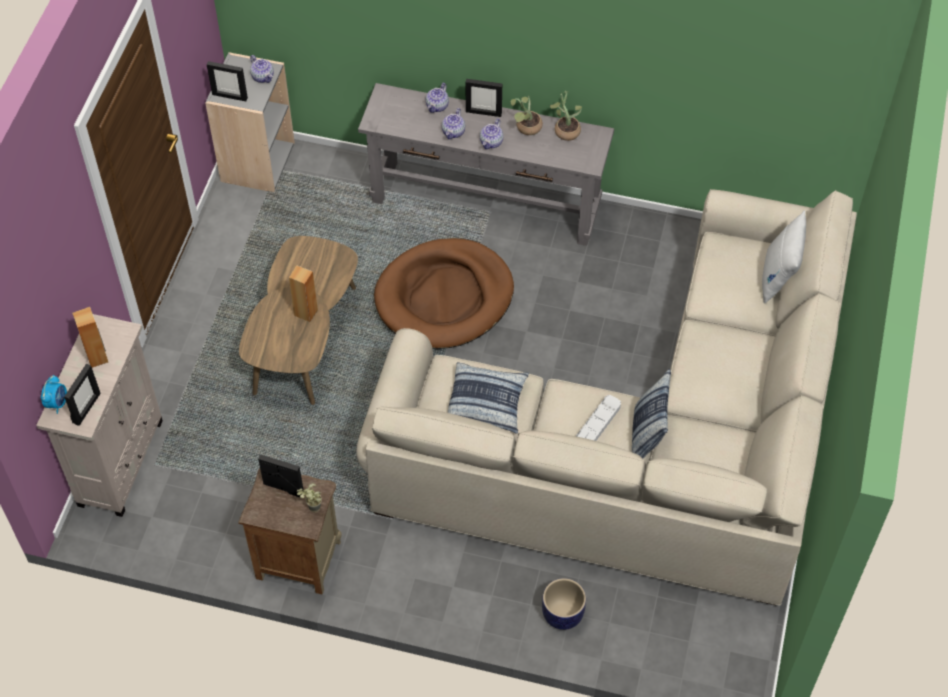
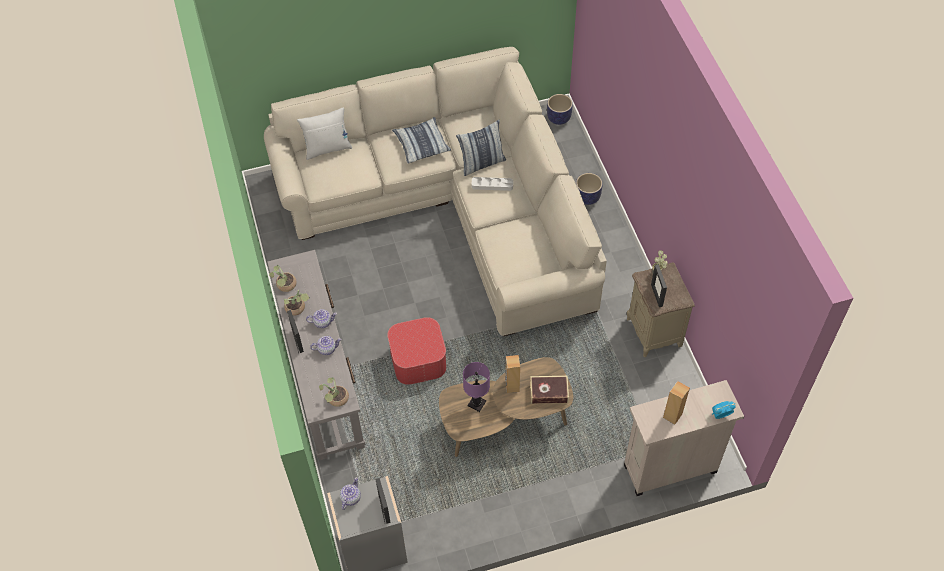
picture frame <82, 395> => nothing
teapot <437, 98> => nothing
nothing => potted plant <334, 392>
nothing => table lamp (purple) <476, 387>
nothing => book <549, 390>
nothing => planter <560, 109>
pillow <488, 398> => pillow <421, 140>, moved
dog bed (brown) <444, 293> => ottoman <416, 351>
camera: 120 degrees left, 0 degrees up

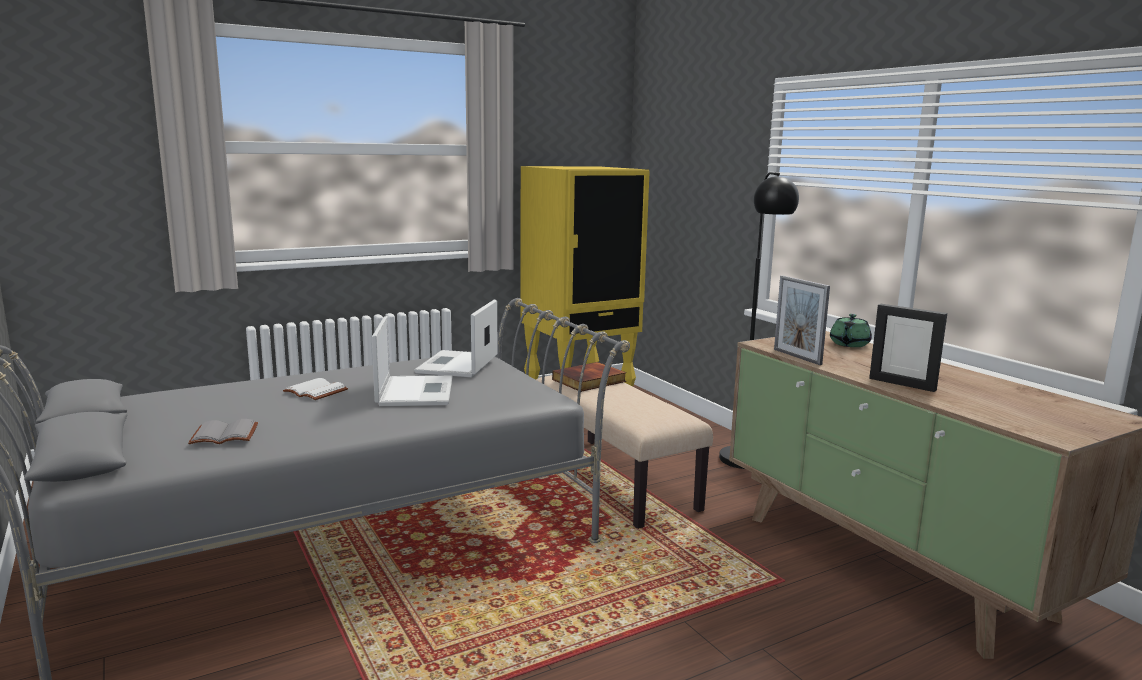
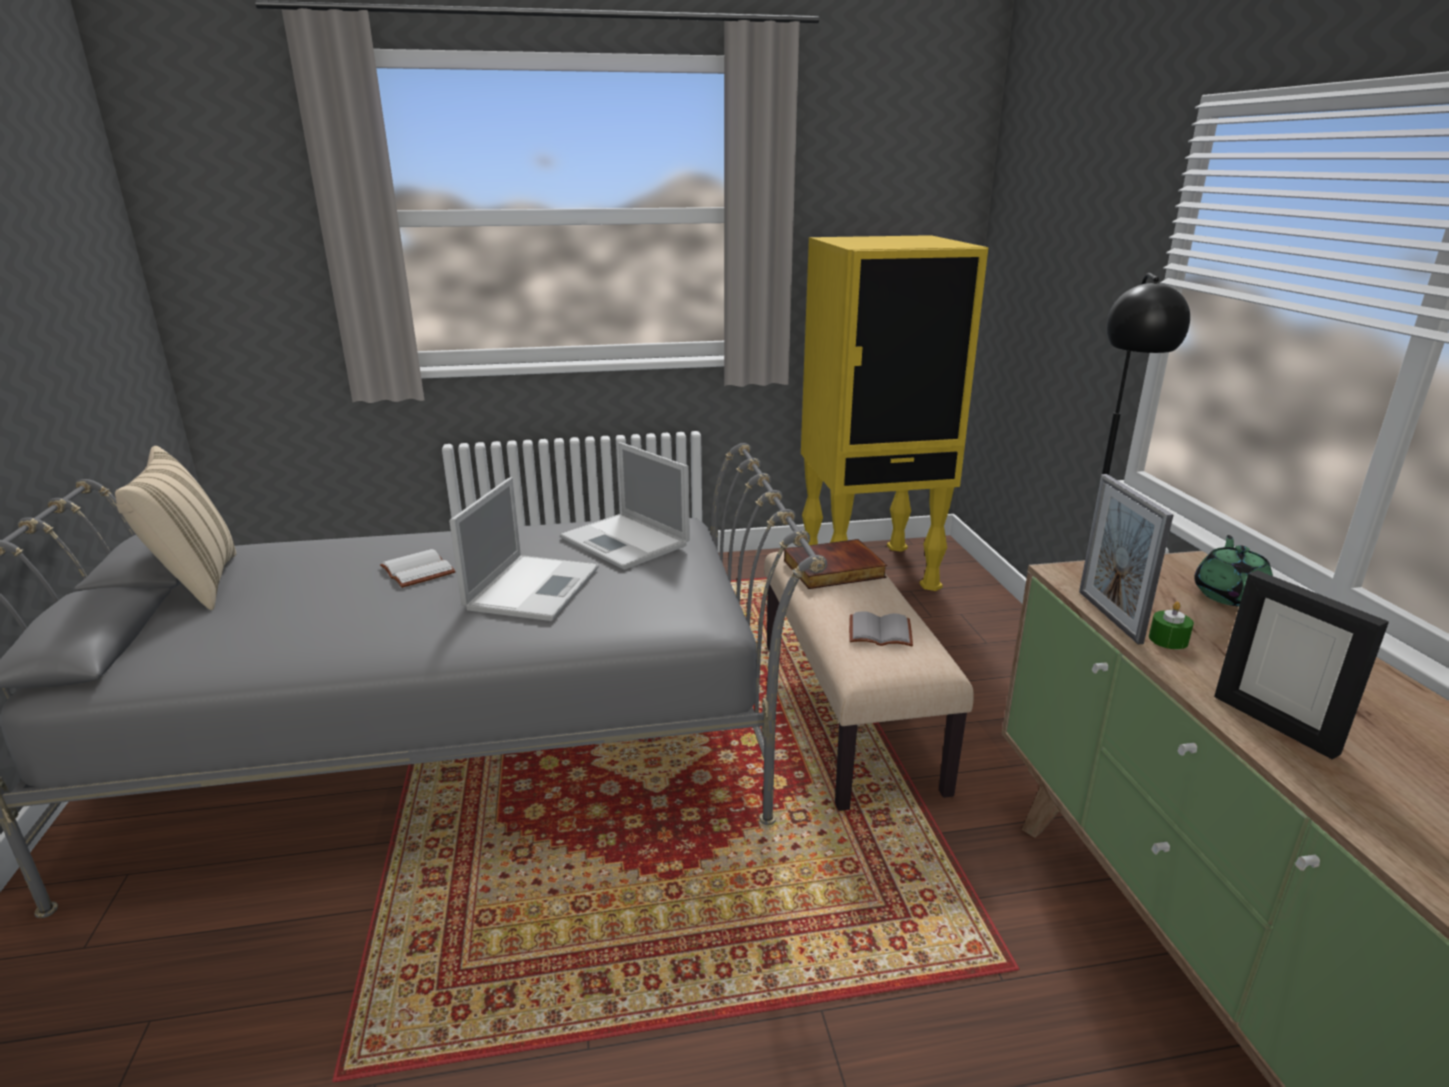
nothing => pillow (beige) <176, 528>
nothing => candle (green) <1171, 625>
book (grey) <223, 431> => book (grey) <881, 628>, moved
laptop <456, 338> => laptop <625, 506>, 75 degrees counterclockwise
teapot (green) <851, 330> => teapot (green) <1233, 571>, 150 degrees clockwise
camera: 20 degrees right, 10 degrees up

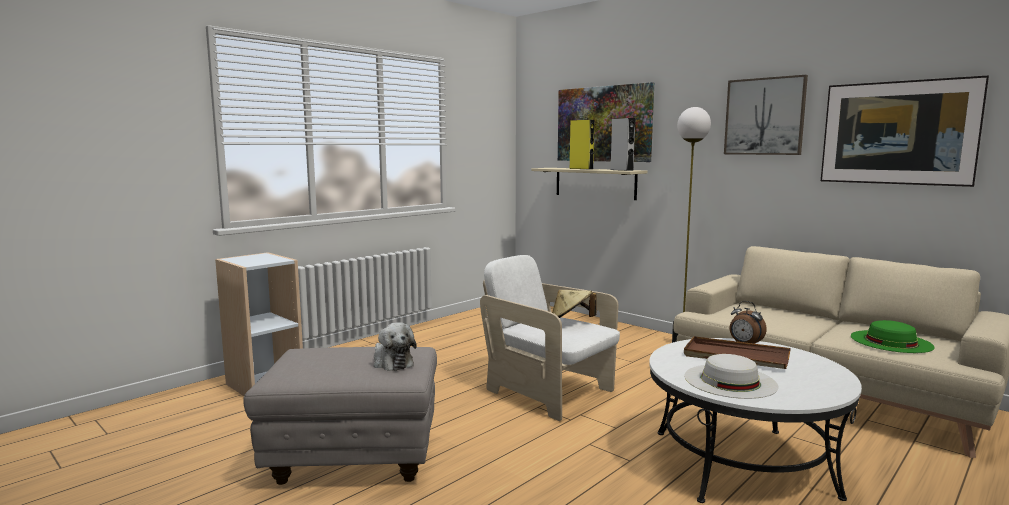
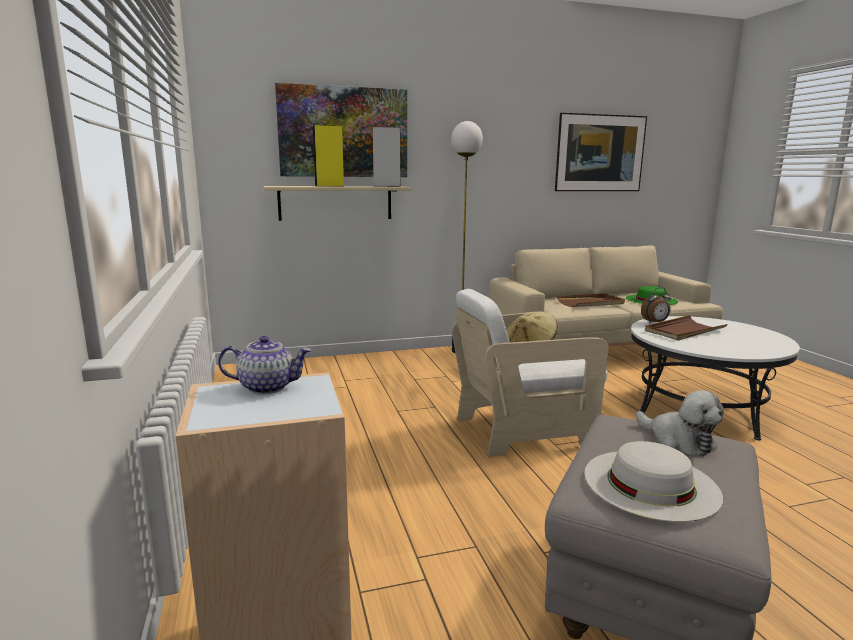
picture <766, 115> => nothing
nothing => teapot <264, 365>
nothing => tray (brown) <591, 300>
hat (white) <731, 376> => hat (white) <653, 481>, moved
plush toy <395, 346> => plush toy <680, 423>, 60 degrees clockwise
camera: 60 degrees left, 5 degrees up

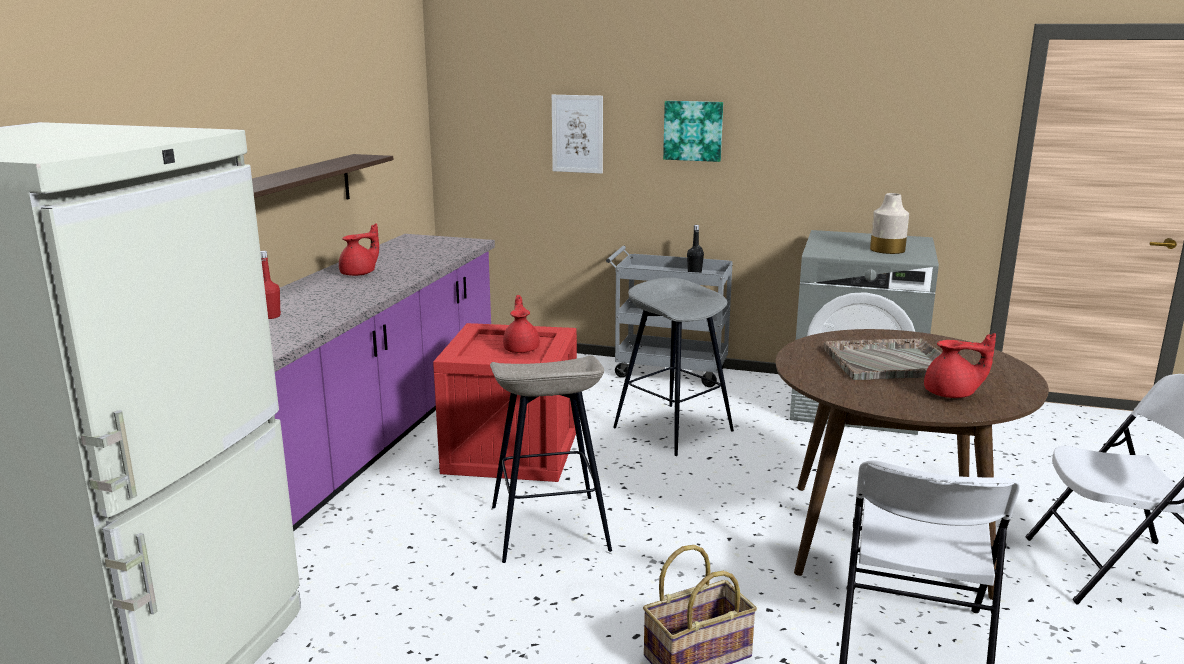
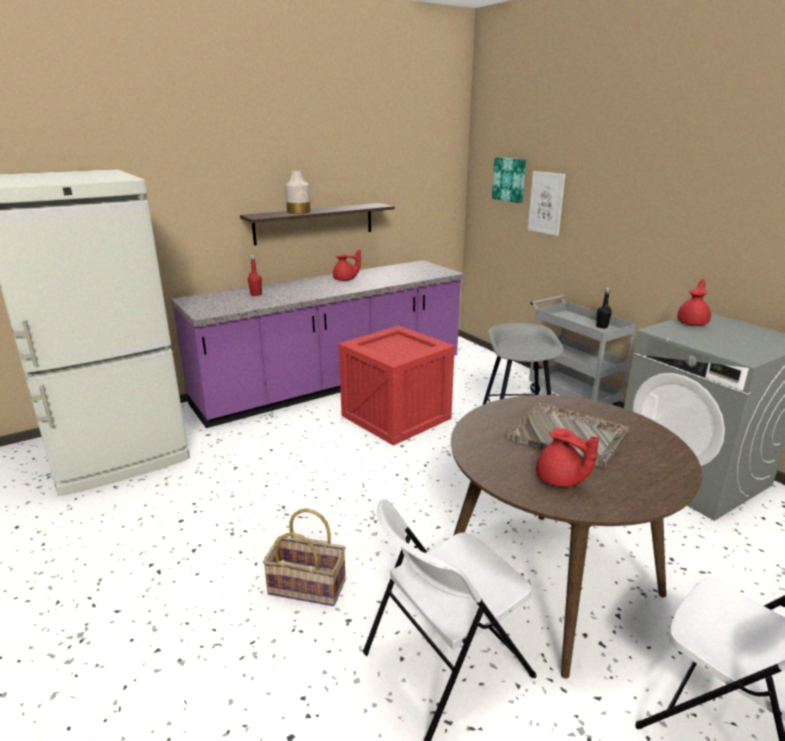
stool (grey) <551, 459> => nothing
teapot (red) <521, 324> => teapot (red) <694, 302>, moved
picture <693, 131> => picture <509, 180>, moved
vase (beige) <889, 223> => vase (beige) <298, 192>, moved
camera: 40 degrees right, 5 degrees up

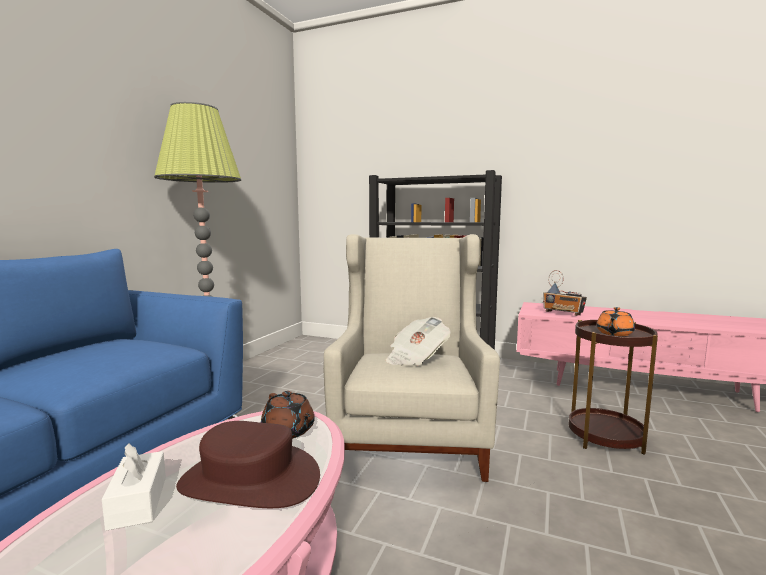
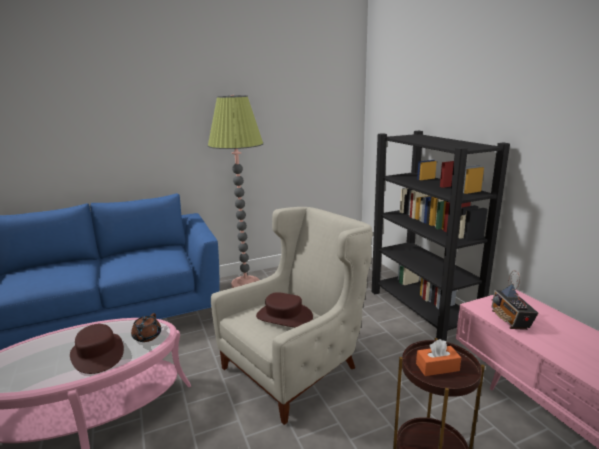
tissue box (white) <134, 487> => nothing
newspaper <418, 341> => hat (brown) <284, 309>
teapot (orange) <615, 321> => tissue box (orange) <438, 357>
camera: 45 degrees right, 10 degrees up

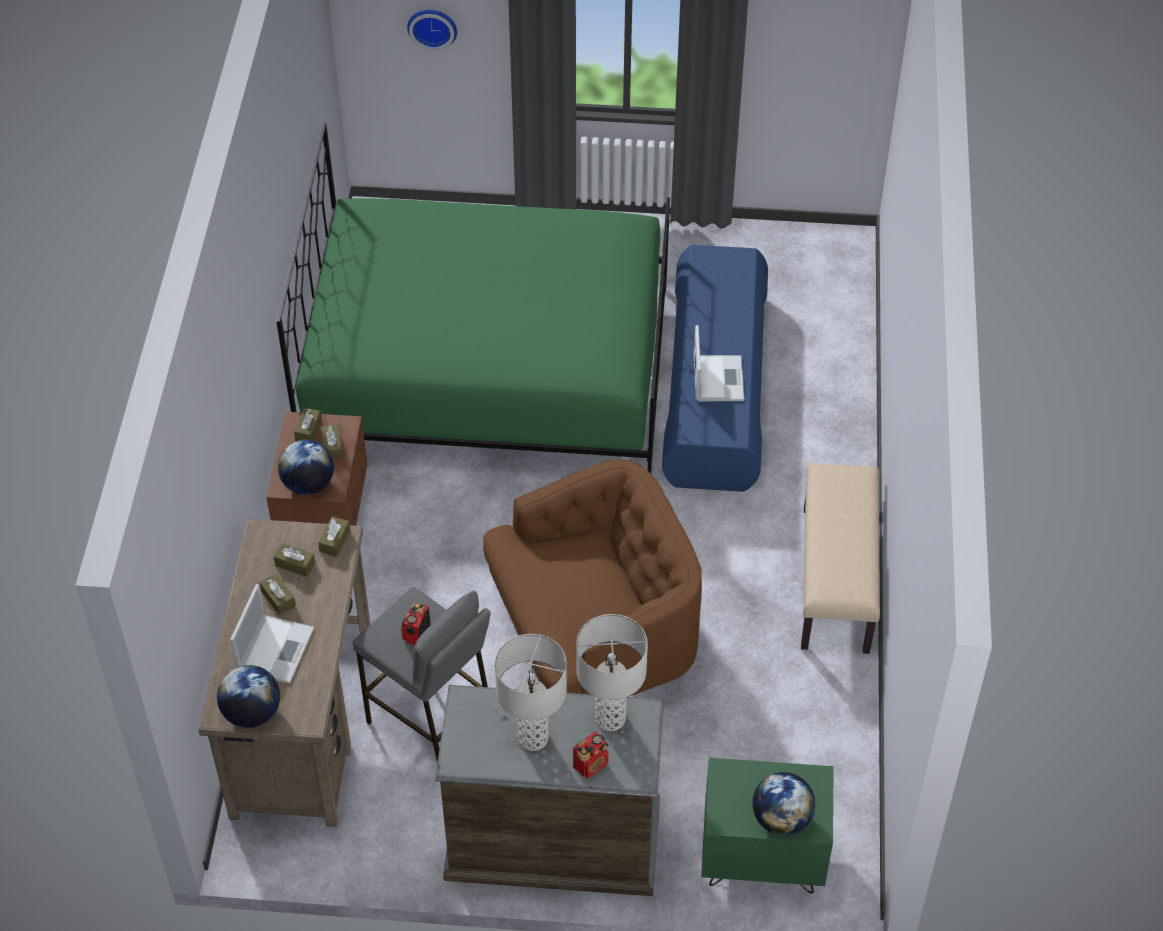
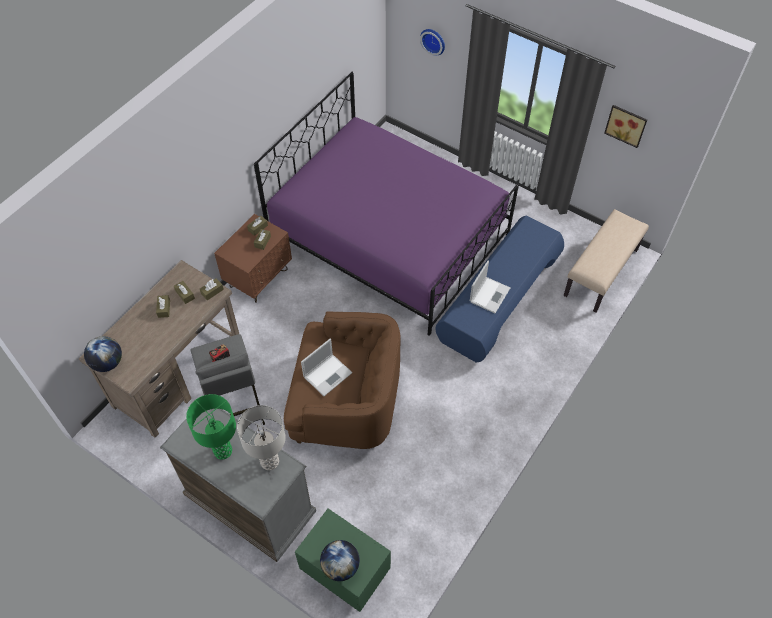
globe <306, 467> => nothing
radio <590, 754> => nothing
nothing => picture <625, 126>
laptop <272, 634> => laptop <326, 367>, moved
bench (beige) <840, 558> => bench (beige) <606, 260>, moved
bed (green) <473, 298> => bed (purple) <386, 204>
table lamp (white) <531, 692> => table lamp (green) <211, 427>
camera: 30 degrees right, 5 degrees up

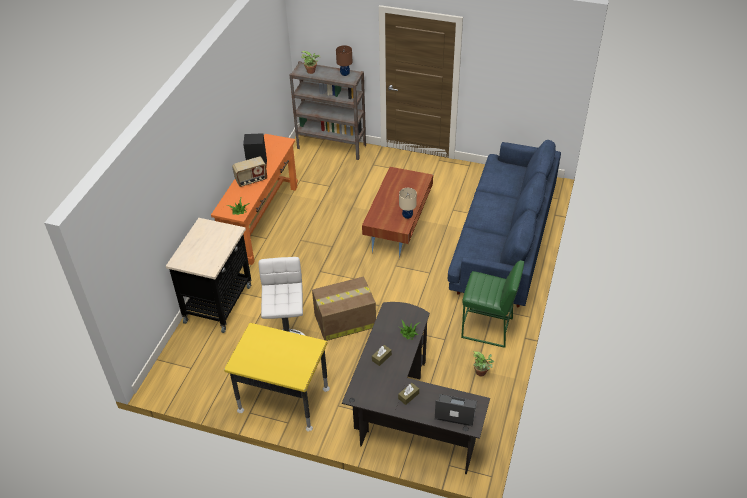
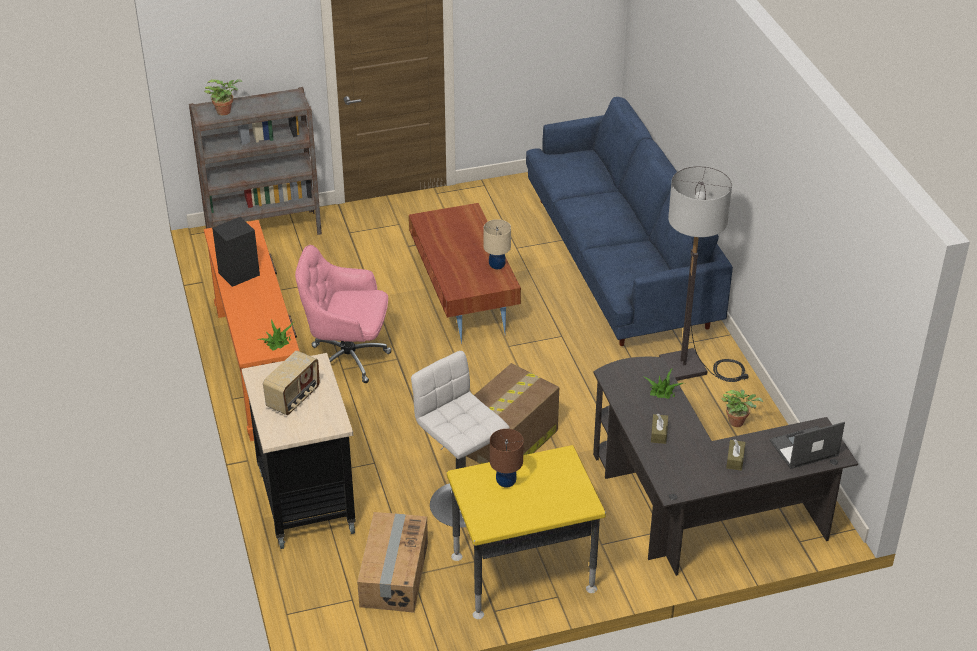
nothing => office chair (pink) <343, 314>
nothing => cardboard box <392, 562>
radio <249, 172> => radio <291, 383>, moved
table lamp (brown) <344, 60> => table lamp (brown) <507, 458>, moved
stool (green) <492, 304> => floor lamp <703, 274>
camera: 35 degrees left, 5 degrees down

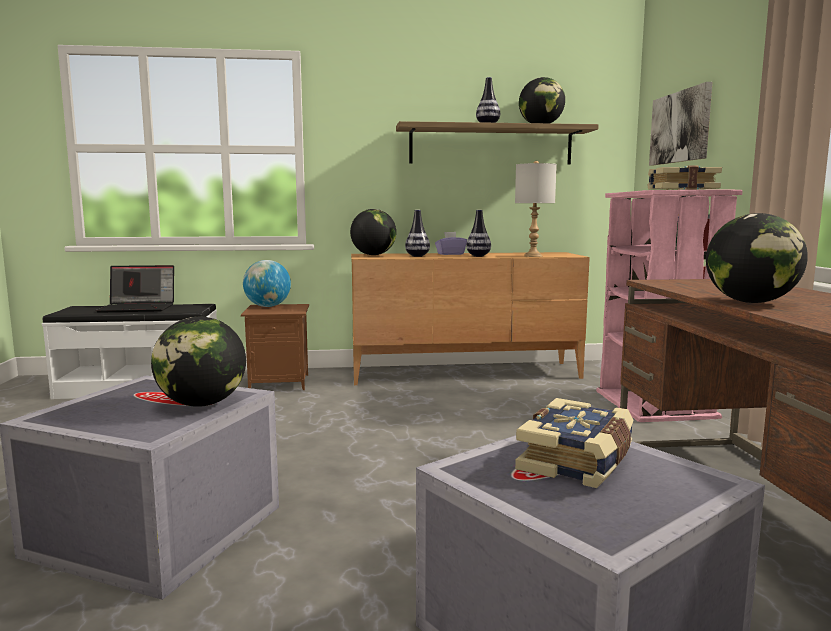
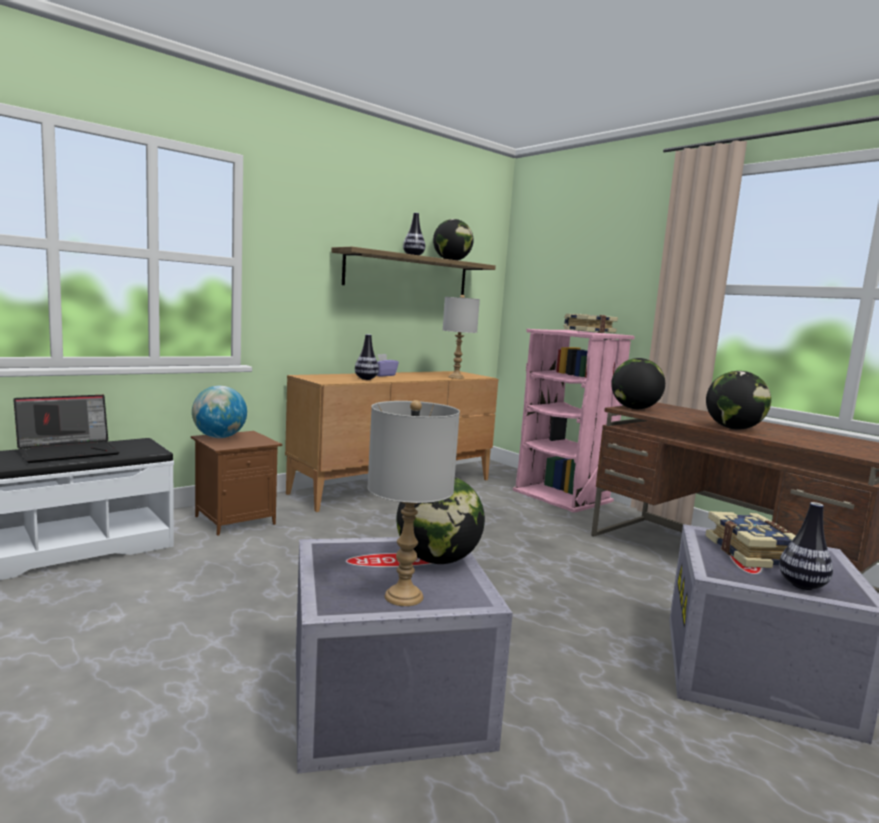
picture <680, 123> => nothing
nothing => table lamp (grey) <413, 503>
globe <373, 232> => globe <638, 383>, moved
vase <478, 233> => vase <806, 546>, moved
camera: 35 degrees left, 0 degrees up

